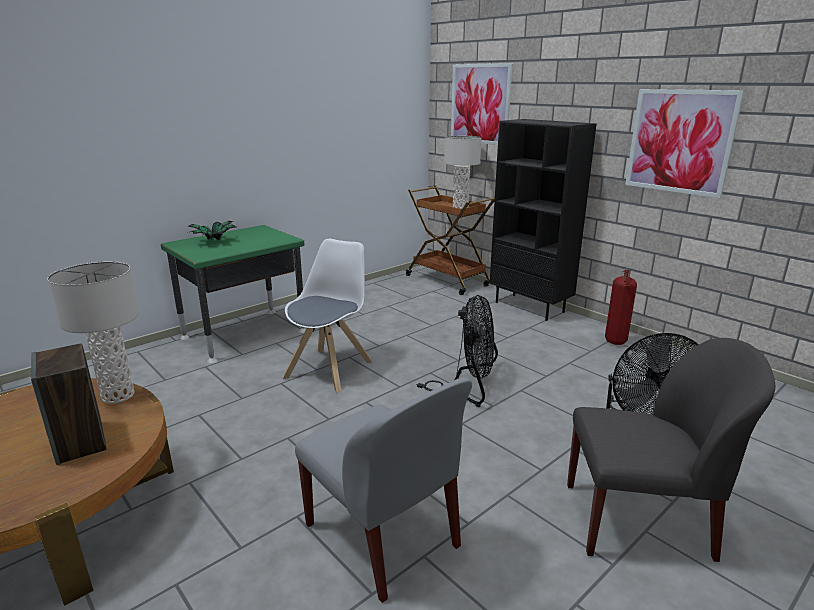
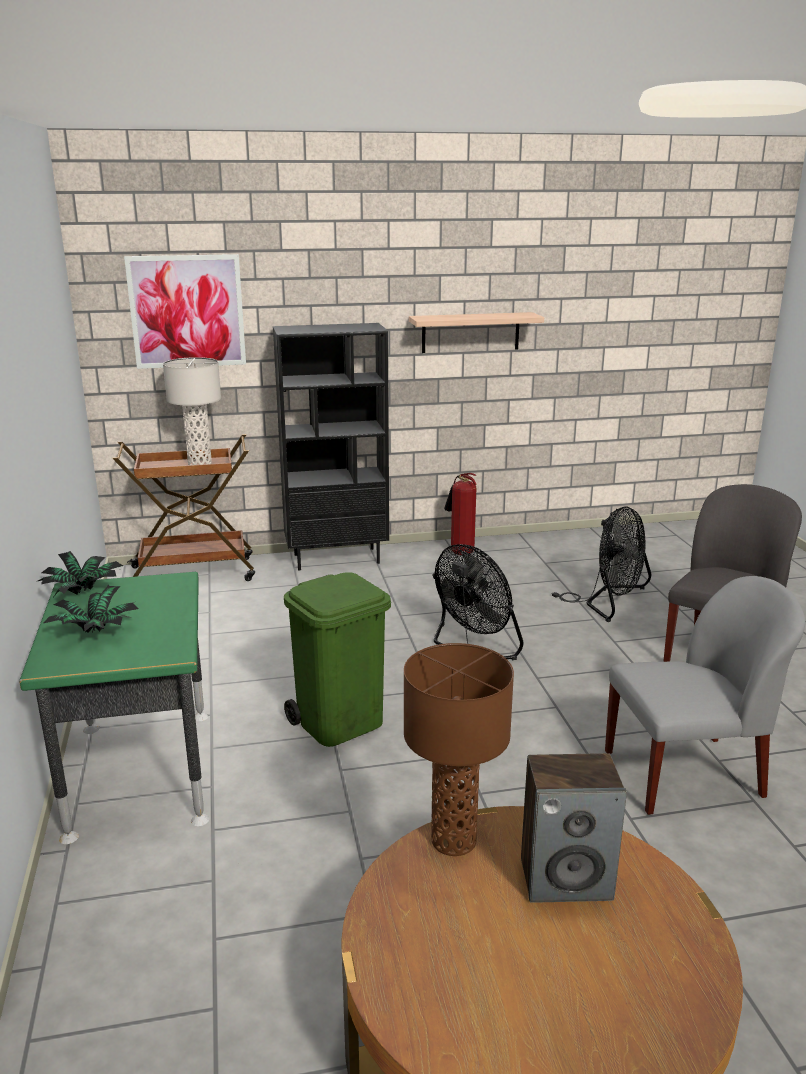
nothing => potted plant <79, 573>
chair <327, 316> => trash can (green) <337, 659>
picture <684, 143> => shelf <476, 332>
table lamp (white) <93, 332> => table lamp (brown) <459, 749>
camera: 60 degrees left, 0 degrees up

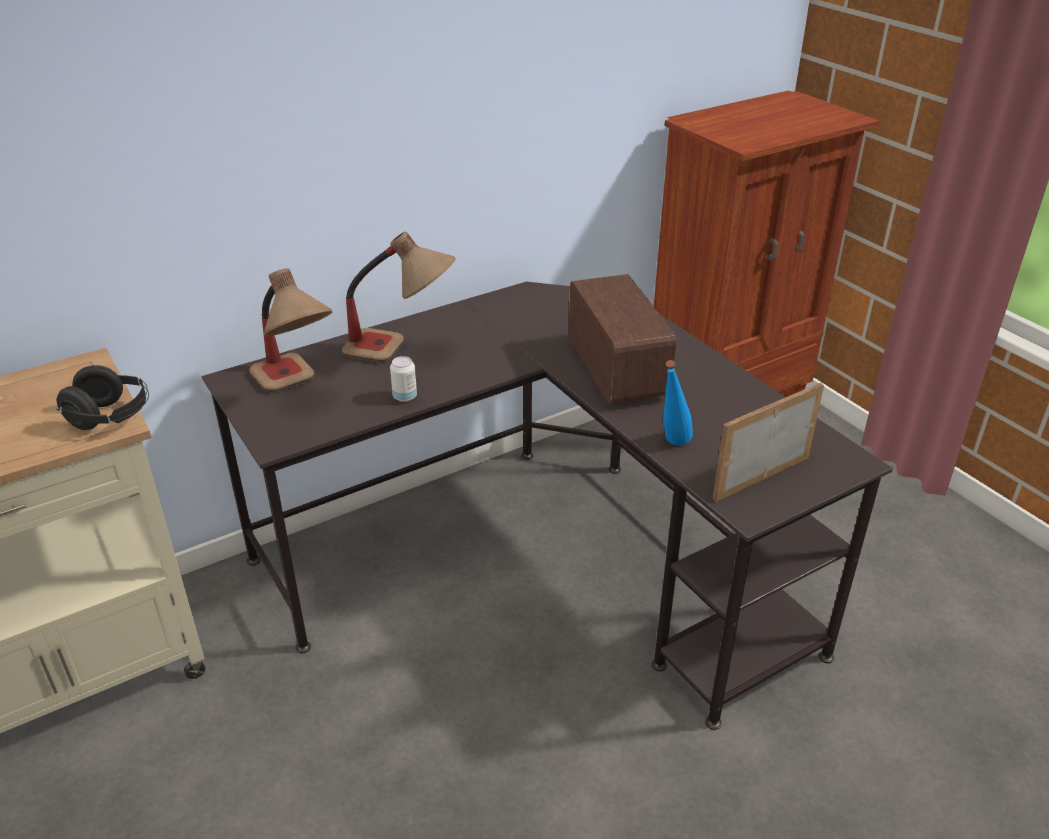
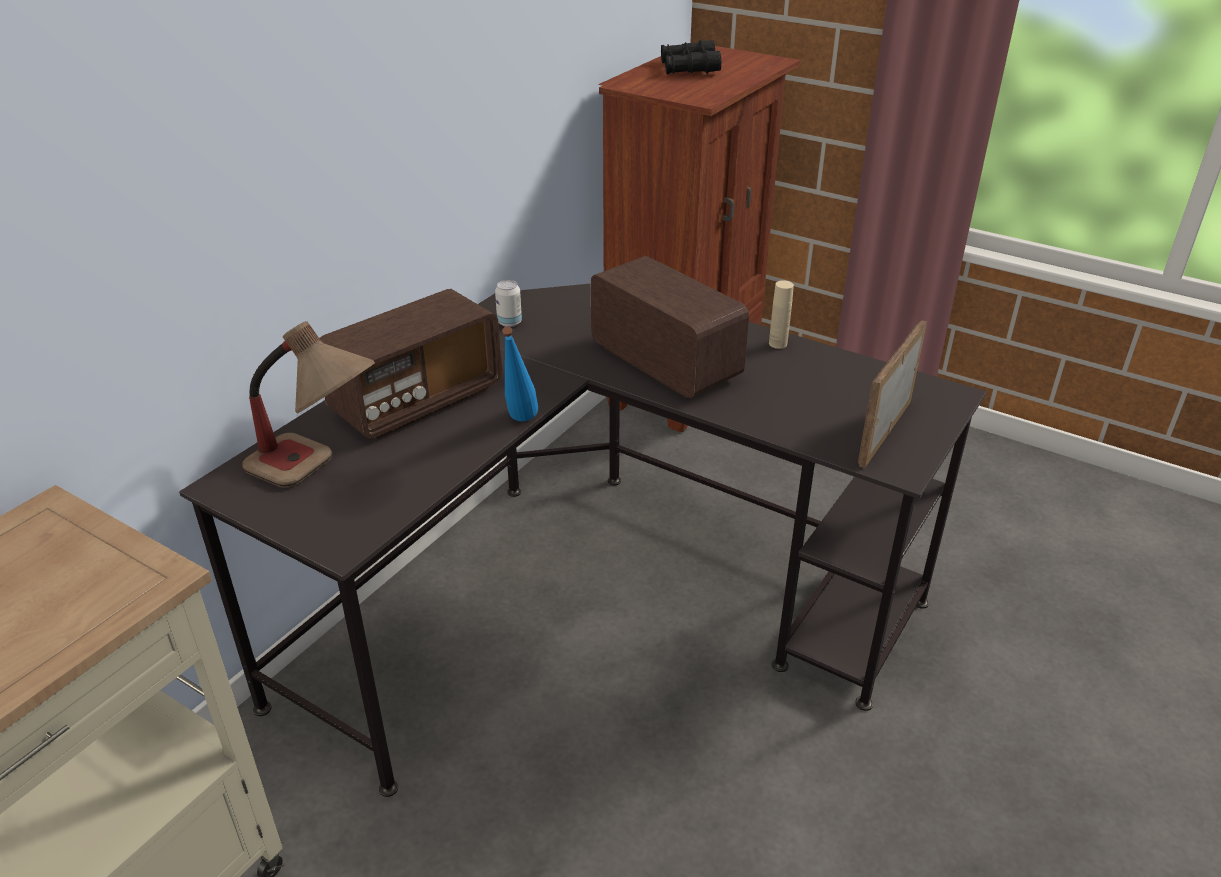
headphones (black) <102, 397> => nothing
nothing => binoculars (black) <691, 57>
nothing => bottle (beige) <781, 314>
can <403, 379> => can <508, 303>, moved
bottle (blue) <678, 402> => bottle (blue) <520, 374>, moved
table lamp <399, 297> => radio <410, 364>
camera: 25 degrees left, 0 degrees up

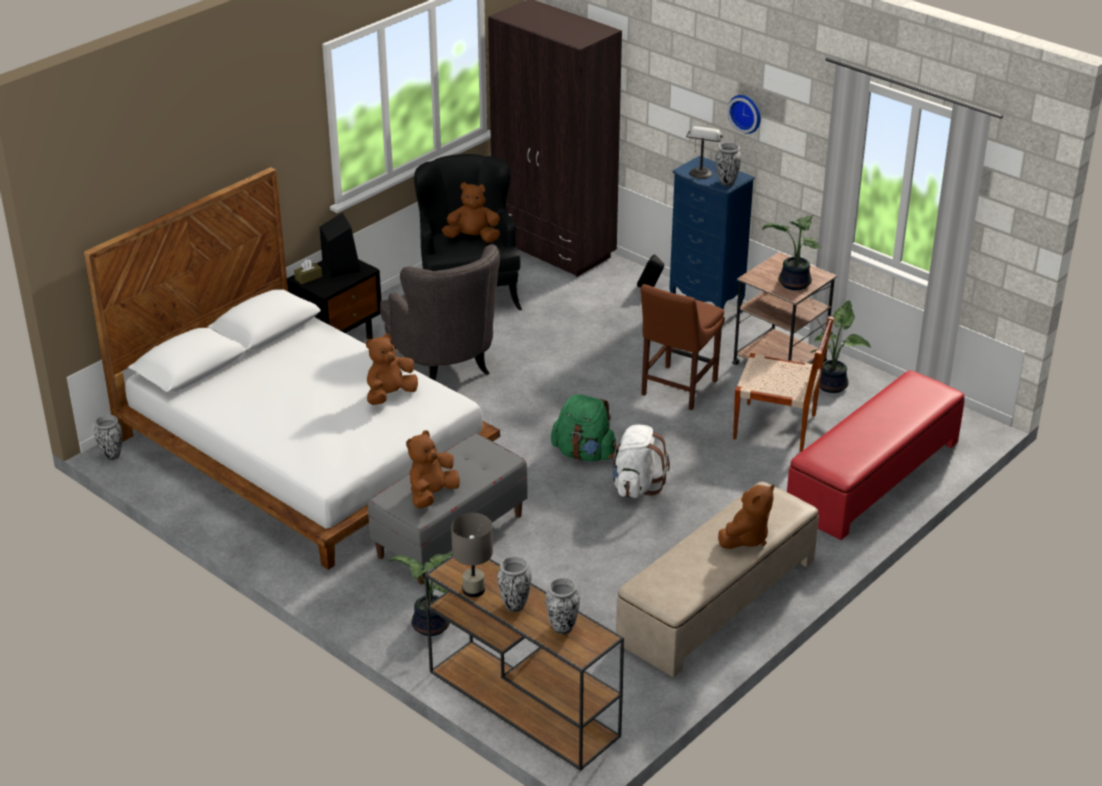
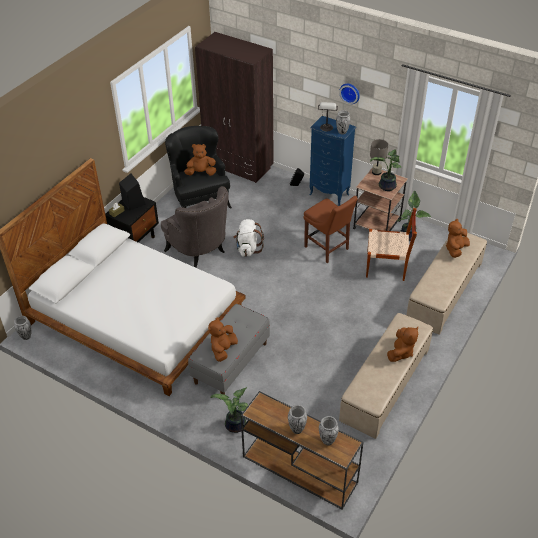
backpack (green) <584, 428> => nothing
plush toy (brown) <392, 369> => plush toy (brown) <458, 238>, moved
table lamp (grey) <472, 555> => table lamp (grey) <379, 157>, moved
backpack (white) <639, 461> => backpack (white) <248, 238>, moved
bench (red) <876, 455> => bench (beige) <446, 284>
chair (brown) <683, 347> => chair (brown) <330, 229>, 60 degrees counterclockwise
camera: 10 degrees left, 10 degrees up

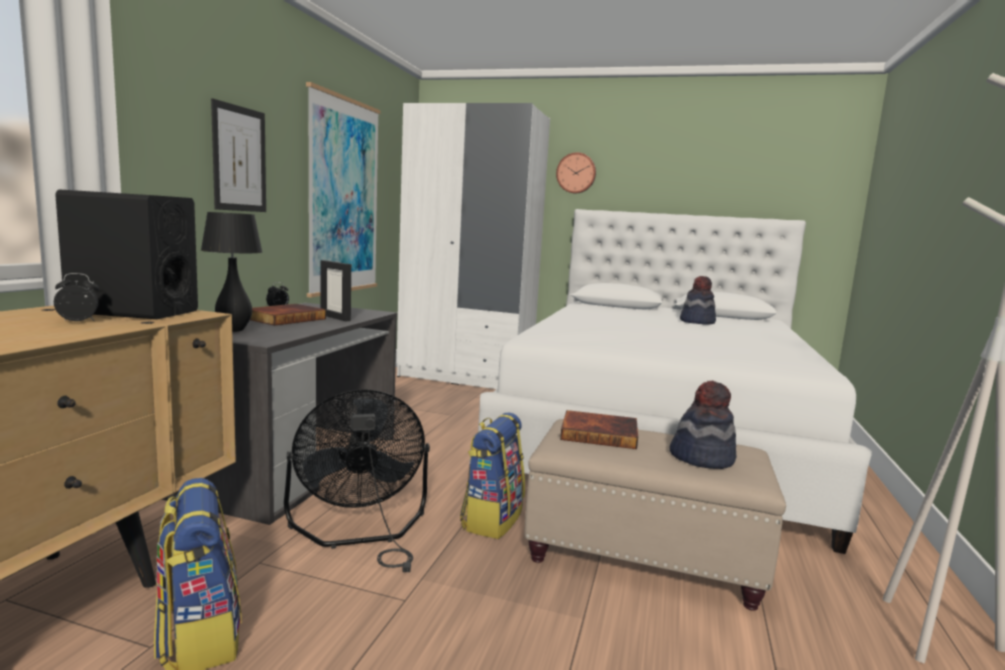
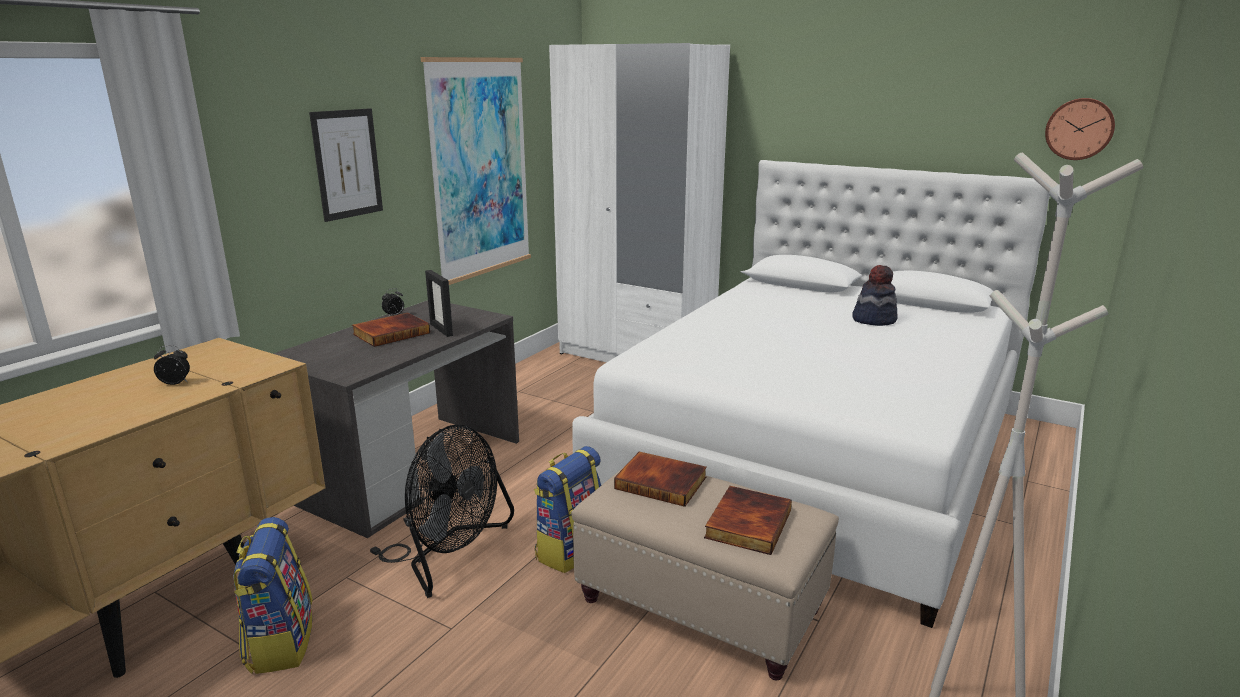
speaker (black) <126, 254> => nothing
table lamp (black) <231, 272> => nothing
wall clock <576, 173> => wall clock <1080, 129>, moved
hat <702, 425> => book <748, 520>
fan (black) <357, 480> => fan (black) <442, 511>, 120 degrees clockwise
camera: 15 degrees right, 10 degrees up

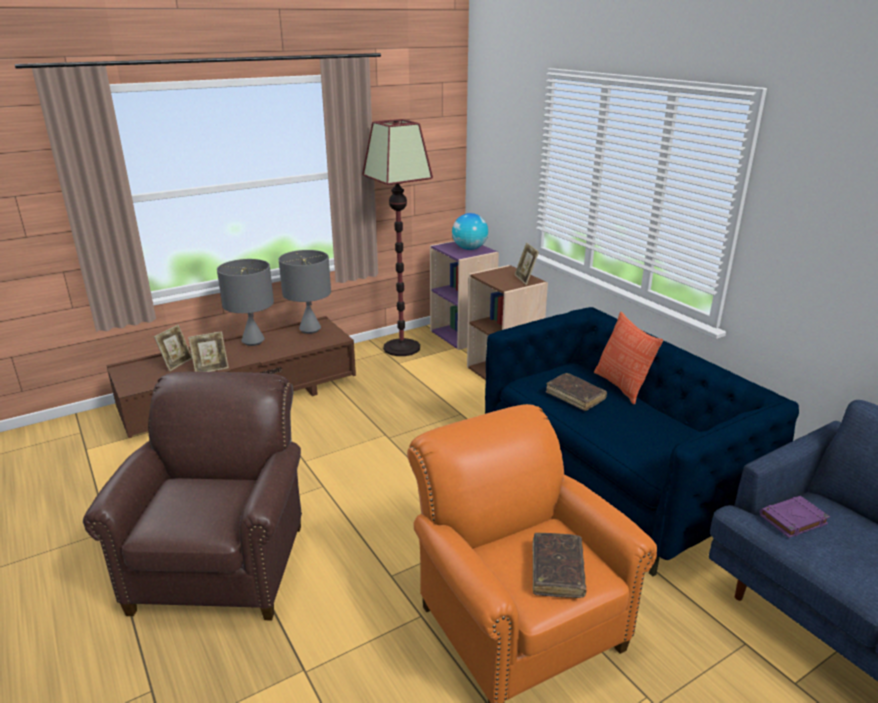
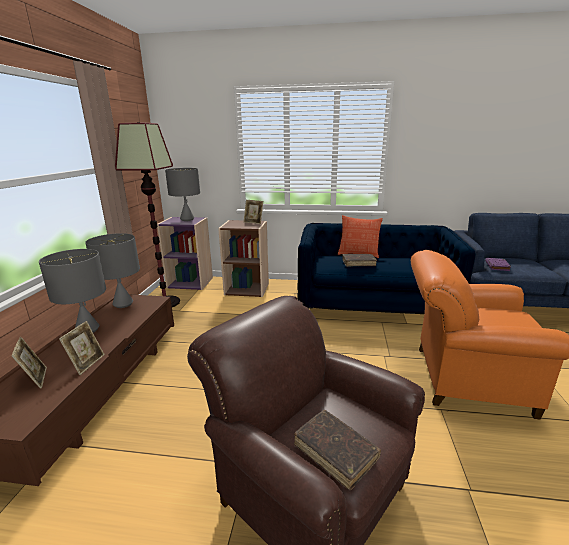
book (brown) <559, 565> => book (brown) <337, 450>, moved
globe <470, 231> => table lamp (grey) <182, 194>
camera: 50 degrees left, 5 degrees down

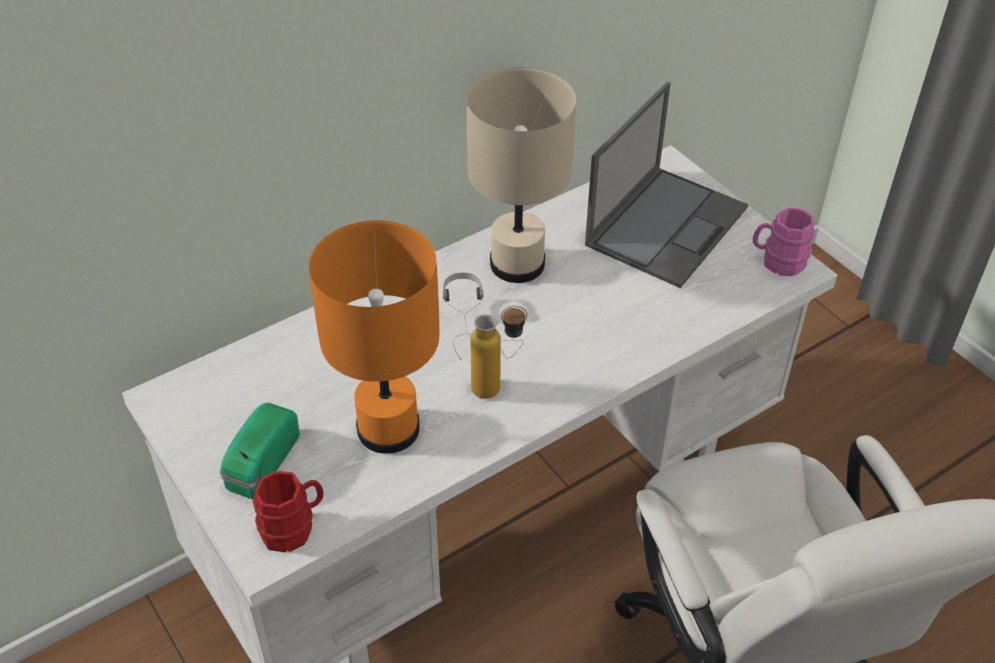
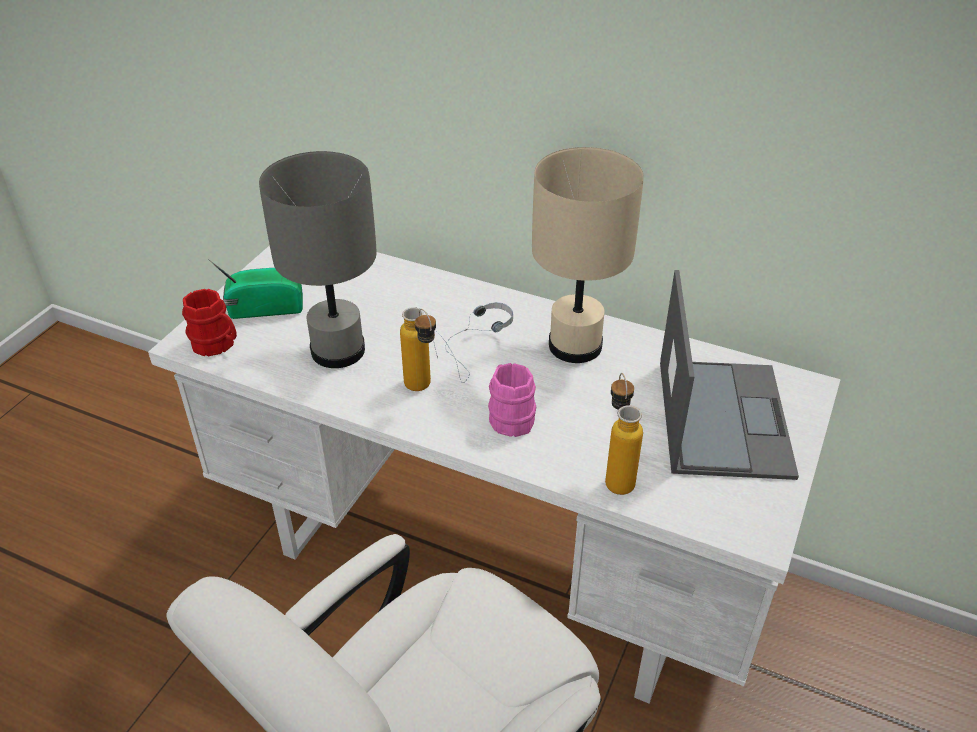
nothing => bottle <624, 434>
mug (pink) <784, 241> => mug (pink) <512, 400>, moved
table lamp (orange) <374, 337> => table lamp (grey) <318, 259>
laptop <666, 185> => laptop <729, 375>, 90 degrees counterclockwise
camera: 60 degrees right, 5 degrees down

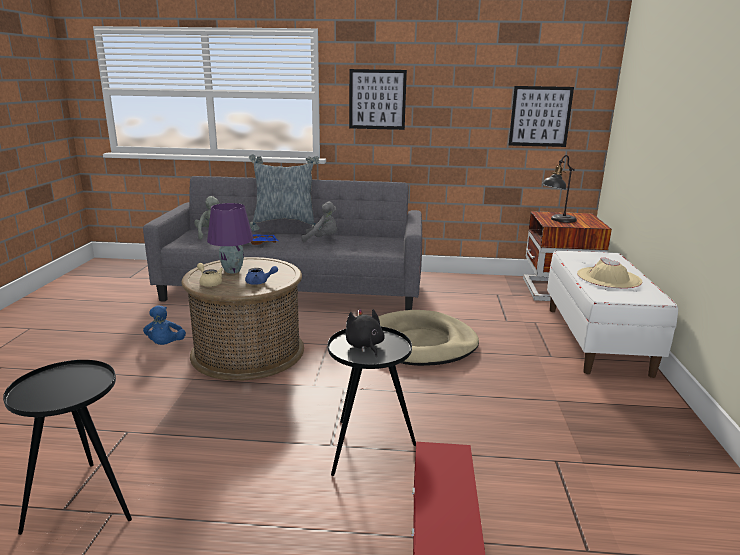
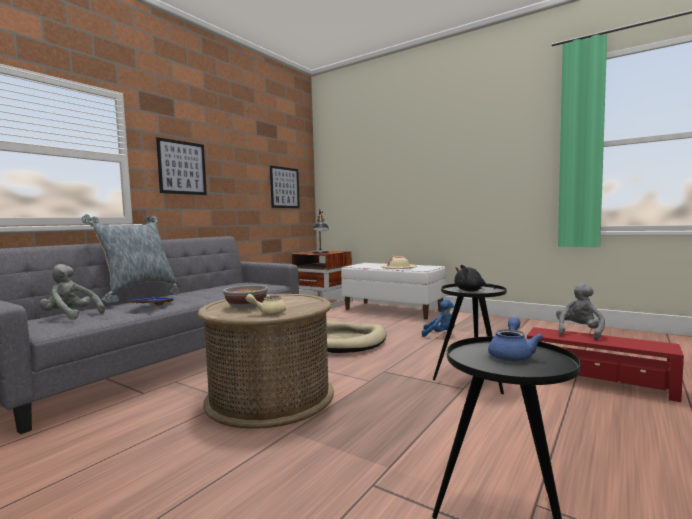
plush toy (blue) <164, 325> => plush toy (blue) <438, 318>, moved
teapot (blue) <261, 275> => teapot (blue) <515, 339>, moved
plush toy (grey) <319, 221> => plush toy (grey) <580, 311>, moved
table lamp (purple) <230, 238> => bowl <245, 297>
camera: 60 degrees left, 15 degrees down

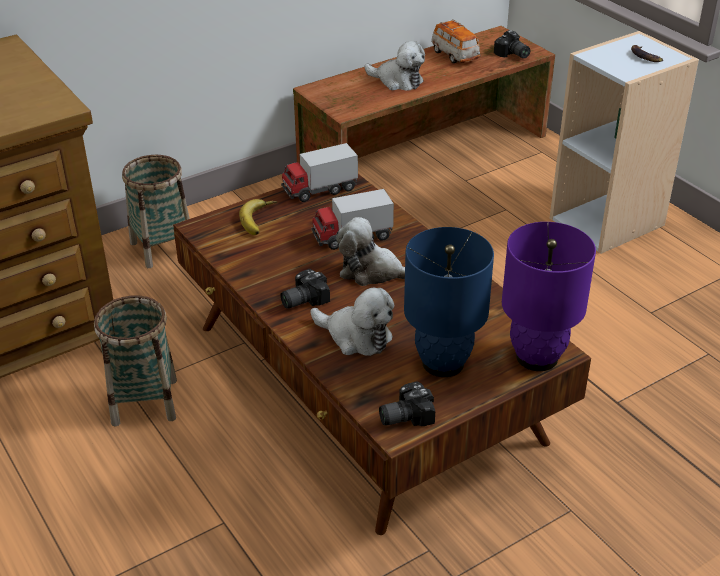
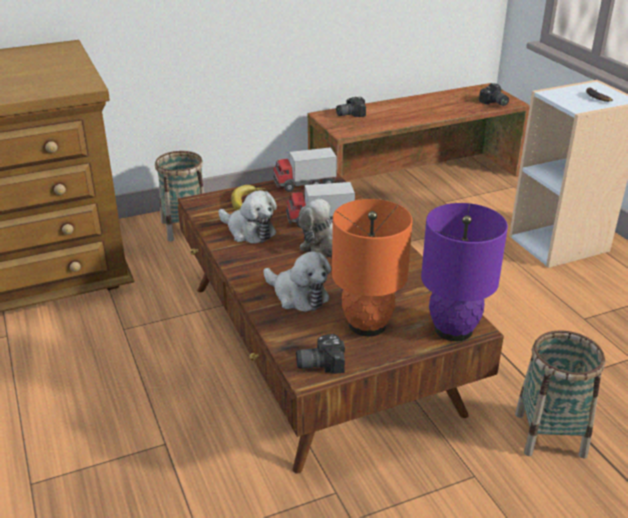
toy car <456, 41> => nothing
basket <135, 361> => basket <560, 394>, moved
photo camera <305, 289> => photo camera <351, 107>, moved
plush toy <394, 66> => plush toy <248, 217>, moved
table lamp (blue) <449, 302> => table lamp (orange) <372, 267>
camera: 10 degrees right, 5 degrees down

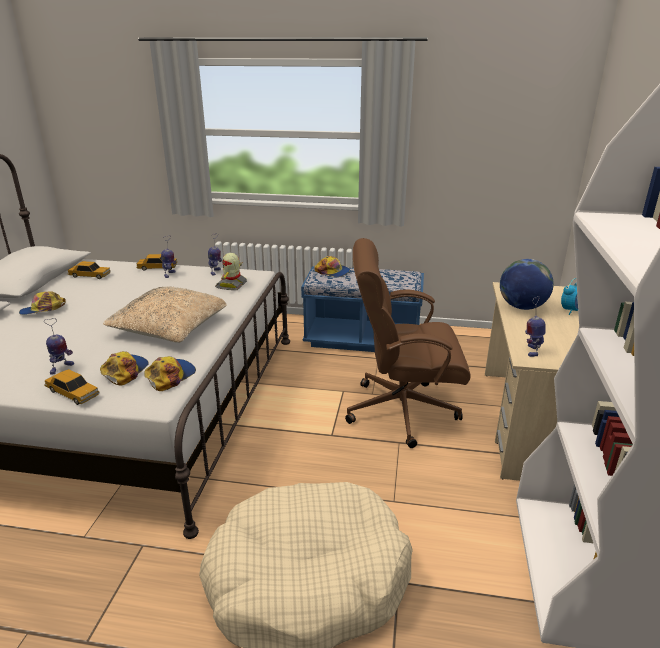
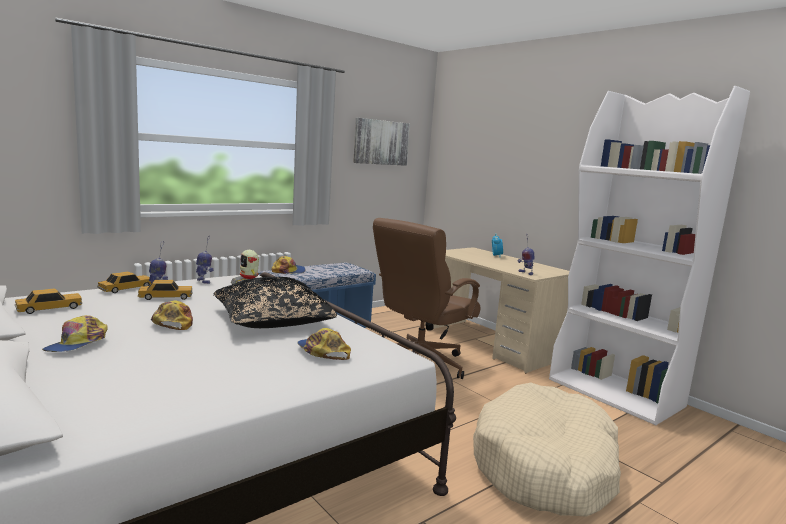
toy robot <59, 346> => nothing
globe <527, 284> => nothing
nothing => picture <381, 142>
toy car <71, 387> => toy car <165, 290>, moved
cap <170, 373> => cap <172, 315>, moved
pillow (beige) <165, 314> => pillow (black) <275, 302>
camera: 50 degrees left, 15 degrees down

